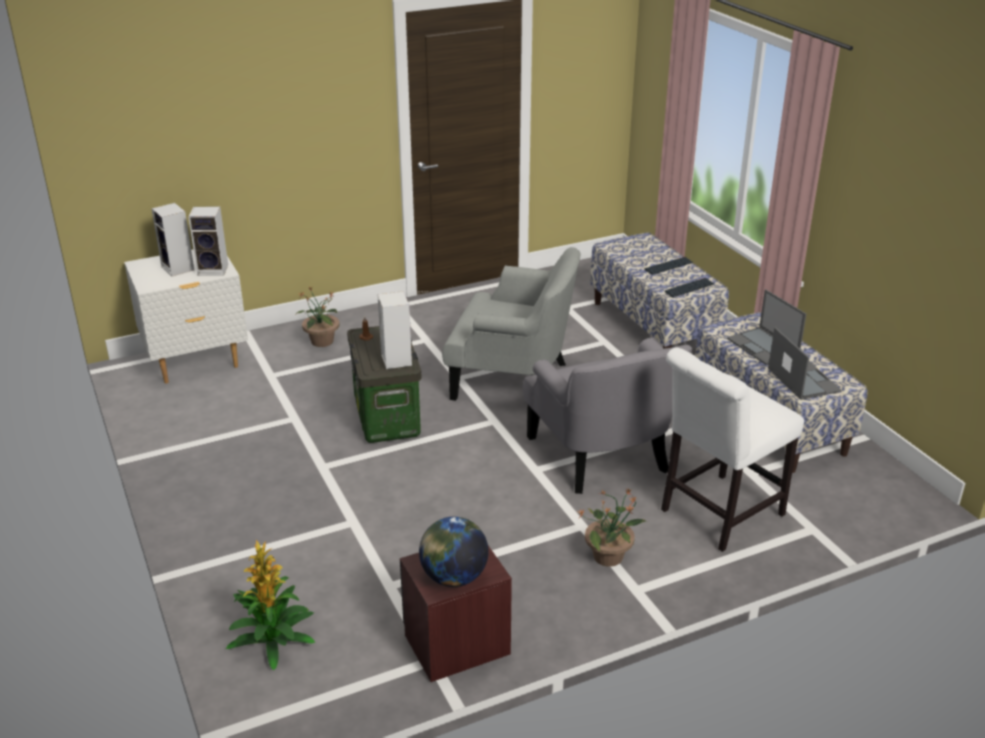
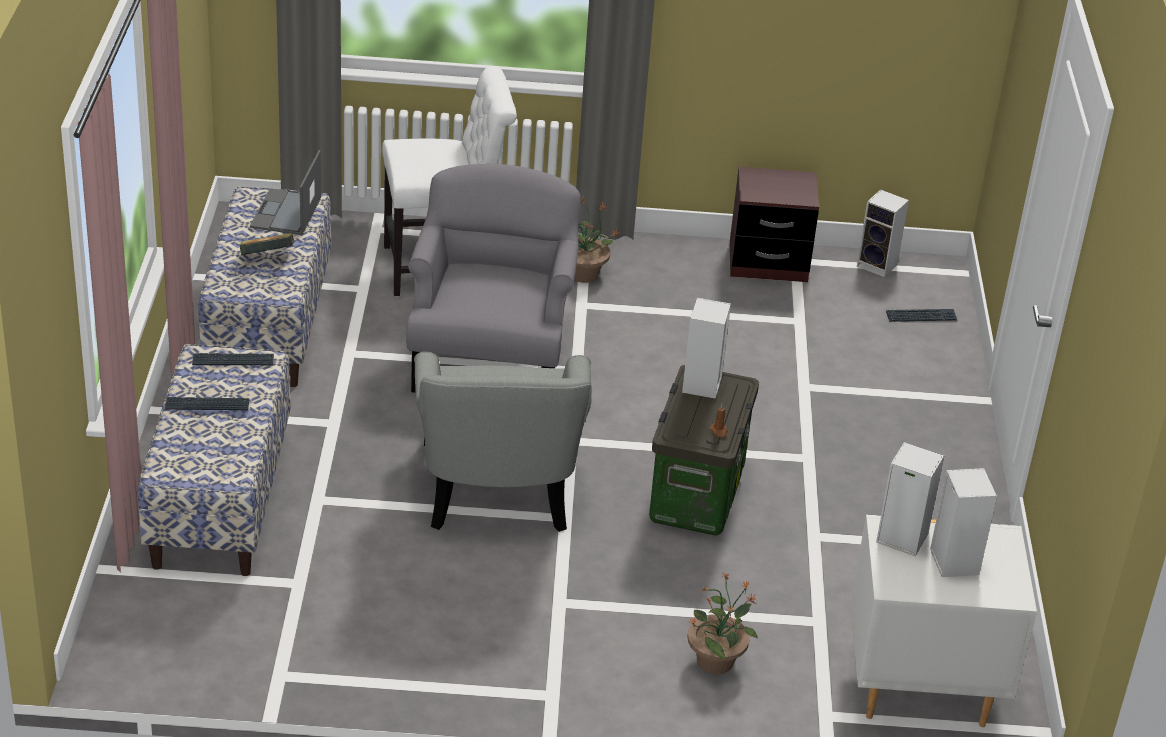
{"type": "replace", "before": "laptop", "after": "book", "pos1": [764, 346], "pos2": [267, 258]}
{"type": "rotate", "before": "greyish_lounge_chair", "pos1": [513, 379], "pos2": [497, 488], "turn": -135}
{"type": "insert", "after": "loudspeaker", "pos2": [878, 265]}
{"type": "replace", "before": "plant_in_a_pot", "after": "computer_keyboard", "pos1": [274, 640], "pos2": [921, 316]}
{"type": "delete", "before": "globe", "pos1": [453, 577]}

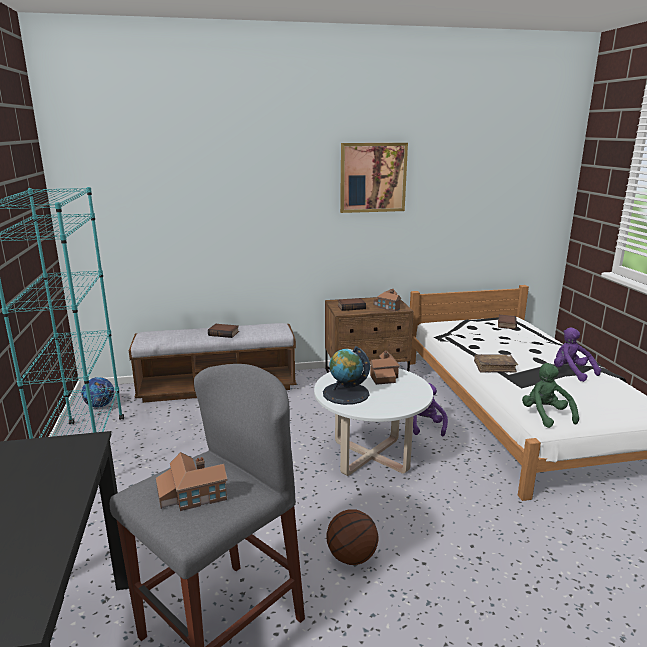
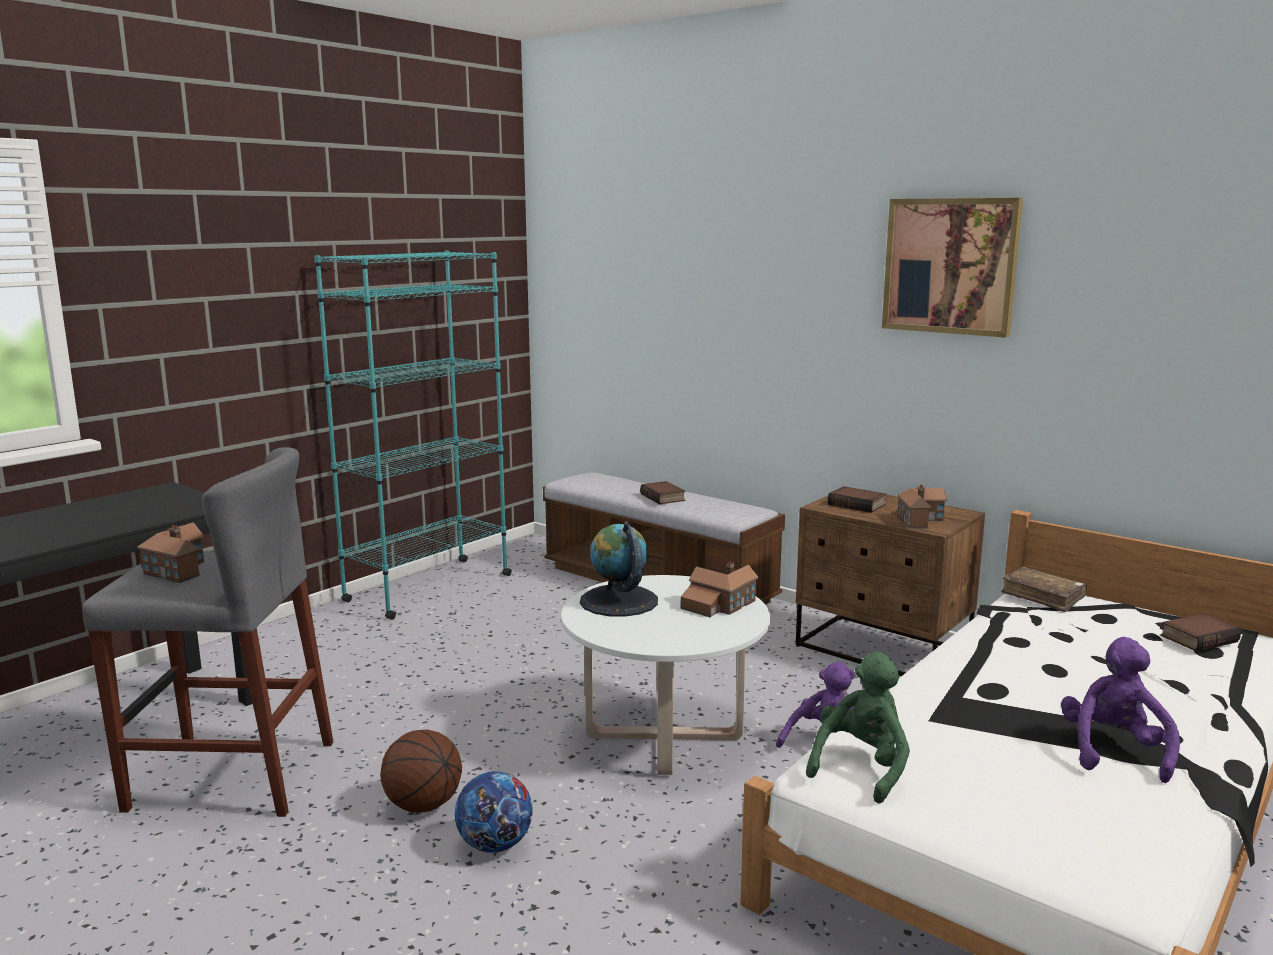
{"type": "move", "before": "ball_for_football", "pos1": [100, 405], "pos2": [495, 845]}
{"type": "move", "before": "brown-coloured_book", "pos1": [494, 367], "pos2": [1043, 597]}

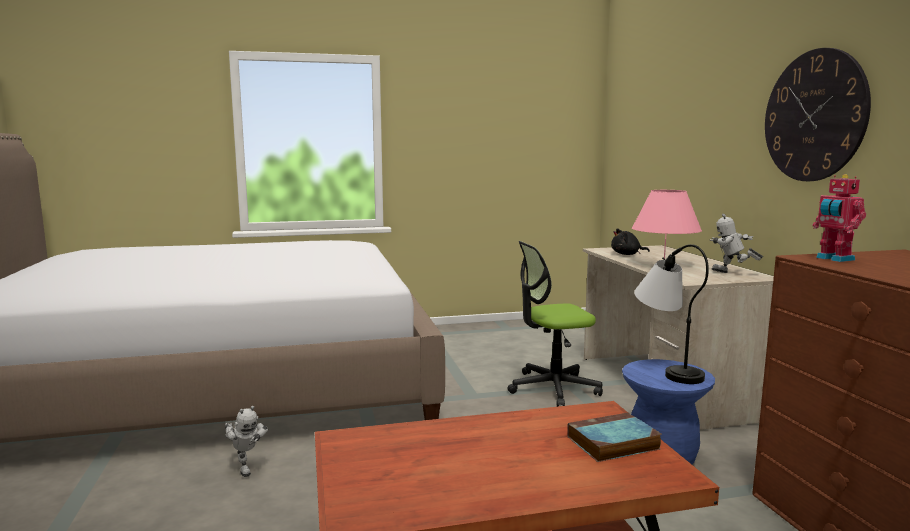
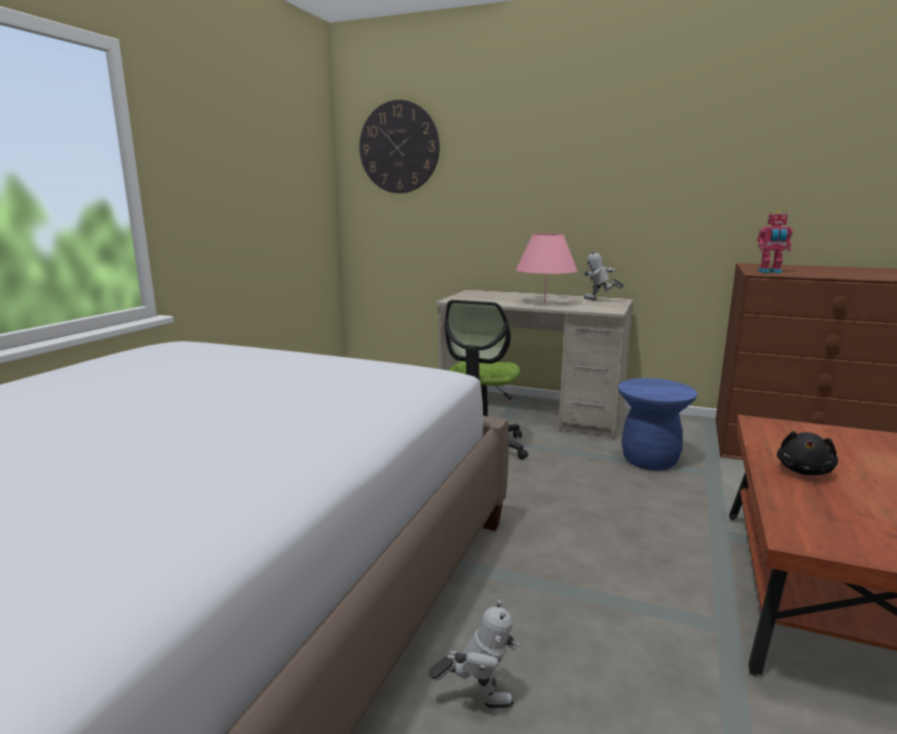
{"type": "move", "before": "clock_on_the_wall", "pos1": [814, 116], "pos2": [399, 147]}
{"type": "rotate", "before": "model_robot", "pos1": [731, 273], "pos2": [599, 301], "turn": 45}
{"type": "move", "before": "black_soft_toy", "pos1": [627, 254], "pos2": [804, 471]}
{"type": "delete", "before": "book", "pos1": [612, 443]}
{"type": "delete", "before": "lamp_for_a_table", "pos1": [666, 368]}

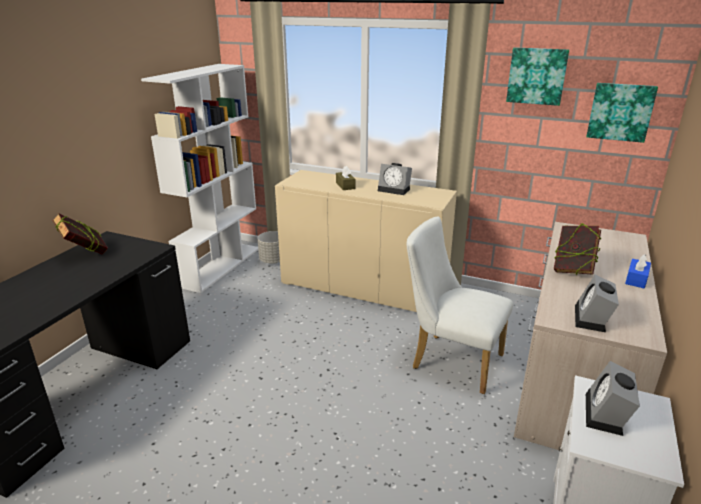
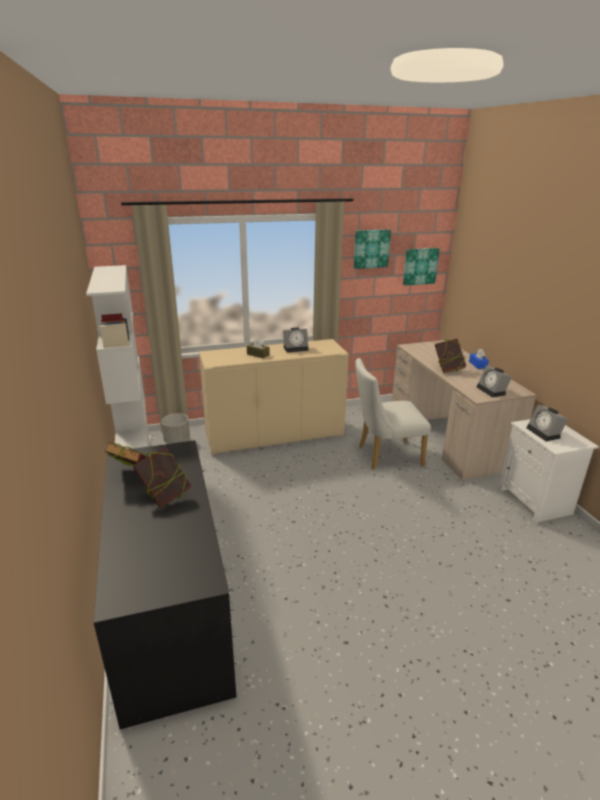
{"type": "insert", "after": "book", "pos2": [165, 496]}

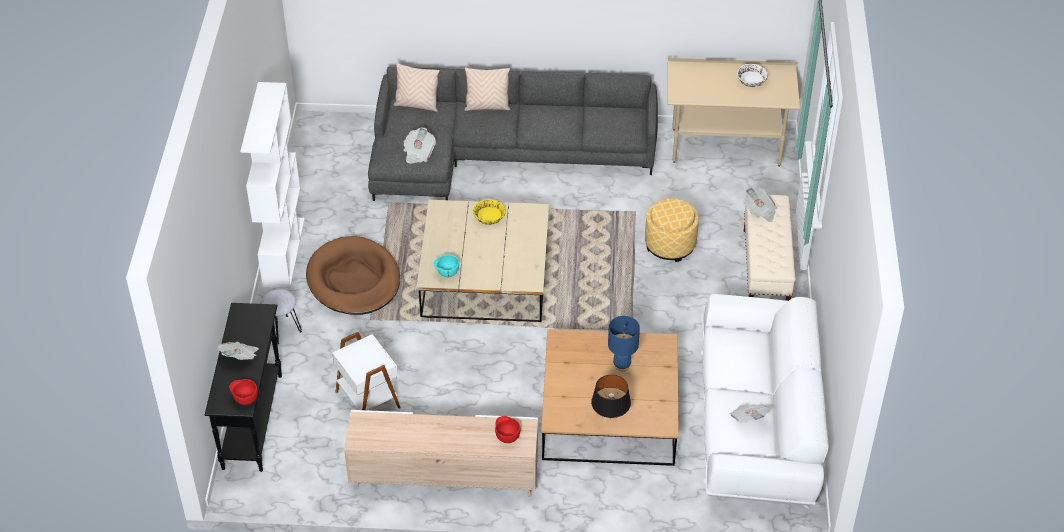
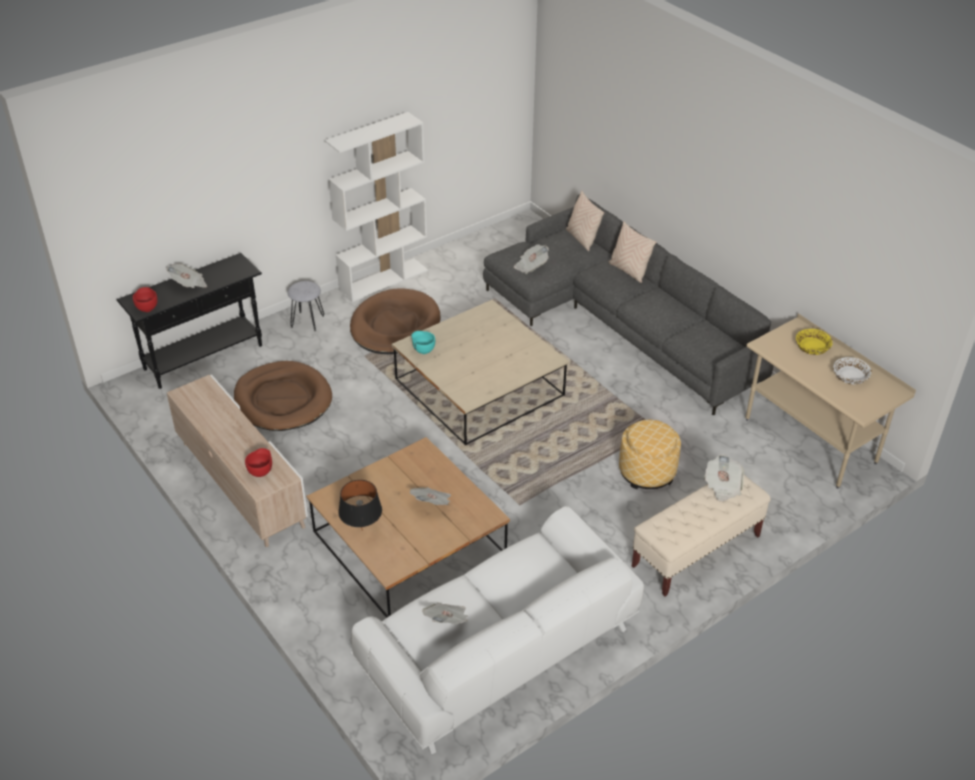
{"type": "replace", "before": "white_accent_table", "after": "brown-coloured_dog_bed", "pos1": [369, 399], "pos2": [283, 400]}
{"type": "replace", "before": "blue_lamp_for_a_table", "after": "printed_paper", "pos1": [621, 365], "pos2": [432, 503]}
{"type": "move", "before": "yellowish_bowl", "pos1": [489, 217], "pos2": [812, 347]}

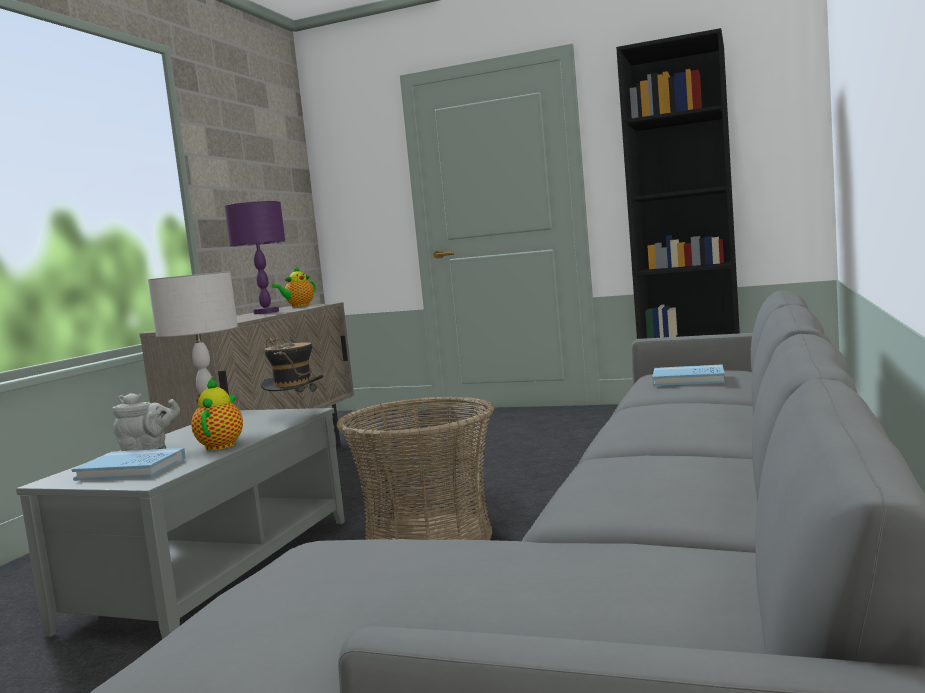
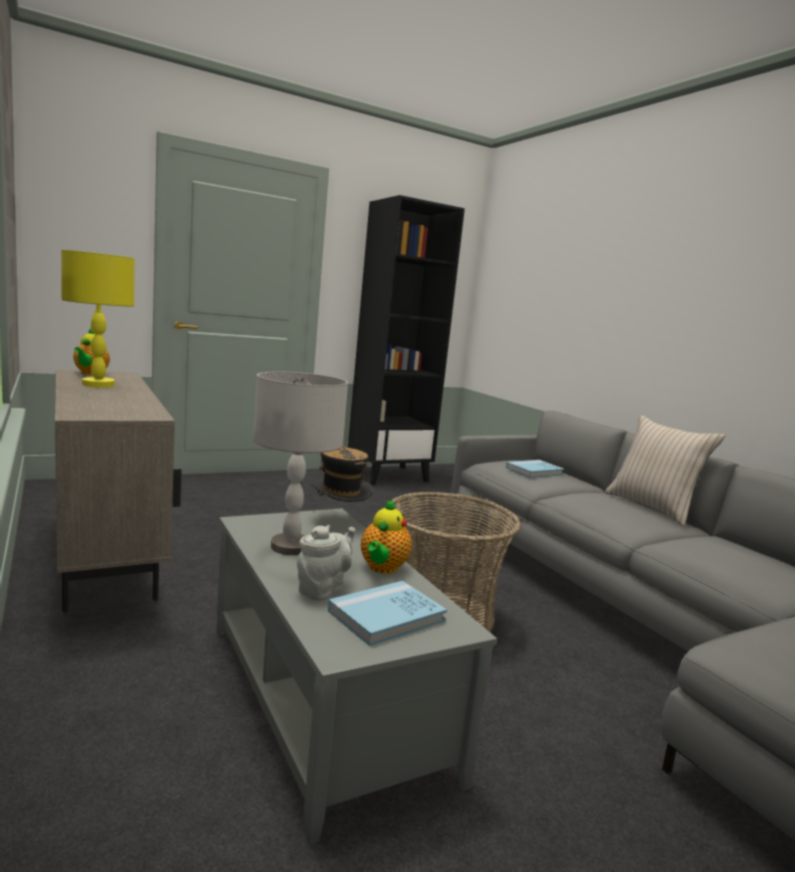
{"type": "recolor", "before": "purplish_lamp_for_a_table", "after": "yellowish_lamp_for_a_table", "pos1": [266, 312], "pos2": [98, 385]}
{"type": "rotate", "before": "pot_for_tea", "pos1": [222, 445], "pos2": [382, 568], "turn": -120}
{"type": "insert", "after": "beige-coloured_throw_pillow", "pos2": [652, 508]}

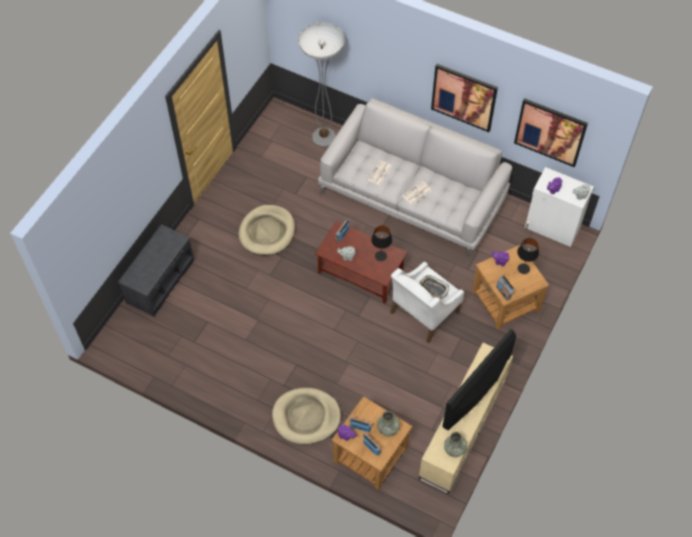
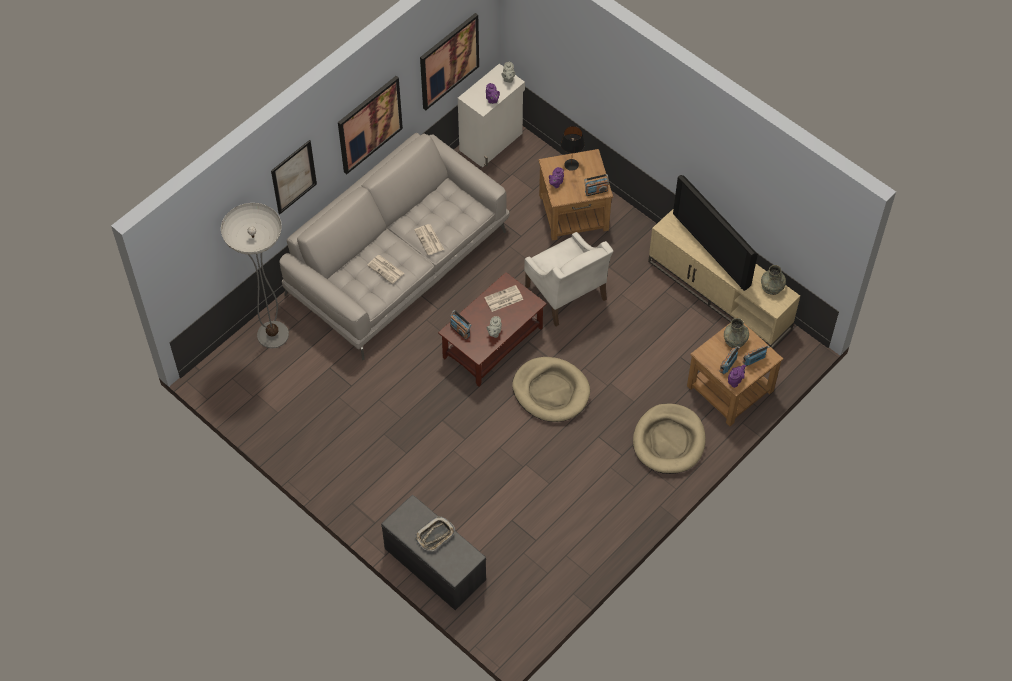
{"type": "insert", "after": "wall_art", "pos2": [293, 177]}
{"type": "move", "before": "tray", "pos1": [433, 288], "pos2": [435, 535]}
{"type": "replace", "before": "black_lamp_for_a_table", "after": "printed_paper", "pos1": [380, 256], "pos2": [503, 299]}
{"type": "move", "before": "beige-coloured_dog_bed", "pos1": [267, 232], "pos2": [551, 391]}

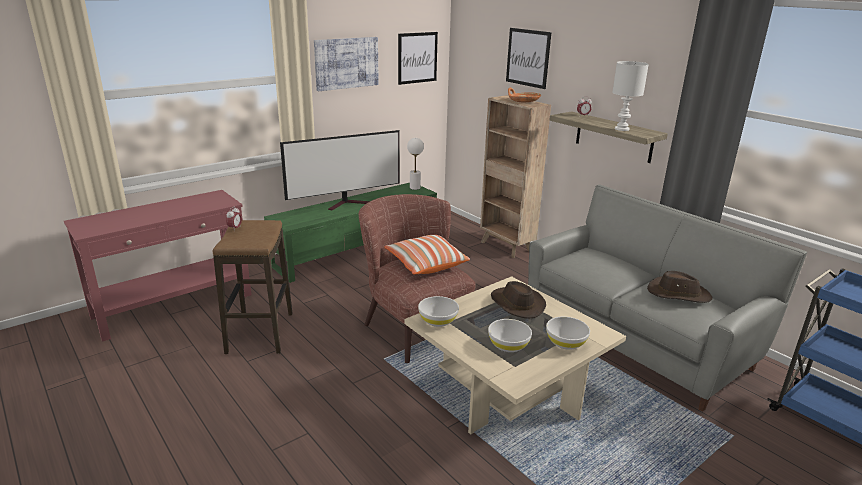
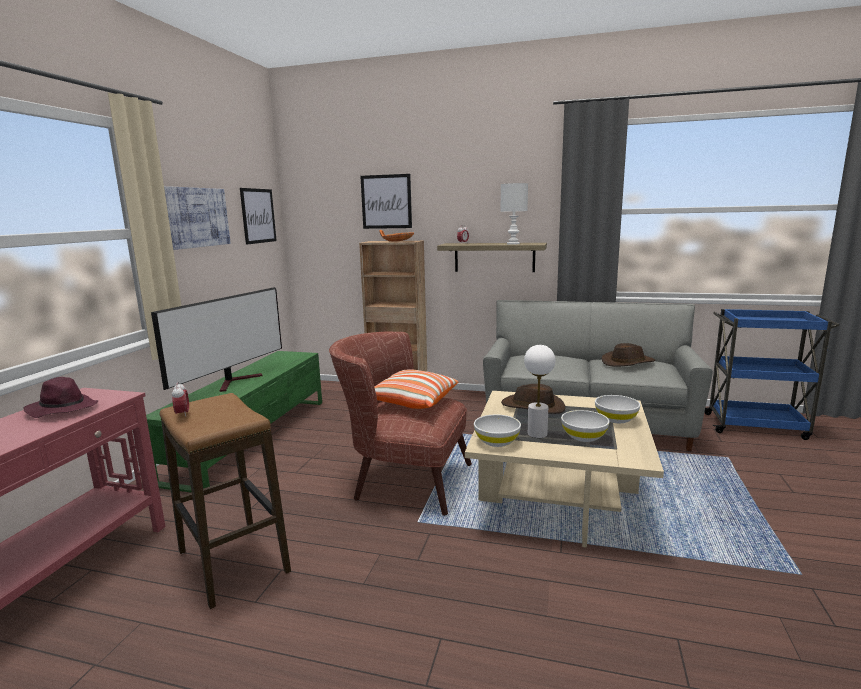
{"type": "insert", "after": "purplish_hat", "pos2": [62, 409]}
{"type": "move", "before": "white_lamp_for_a_table", "pos1": [414, 188], "pos2": [537, 434]}

